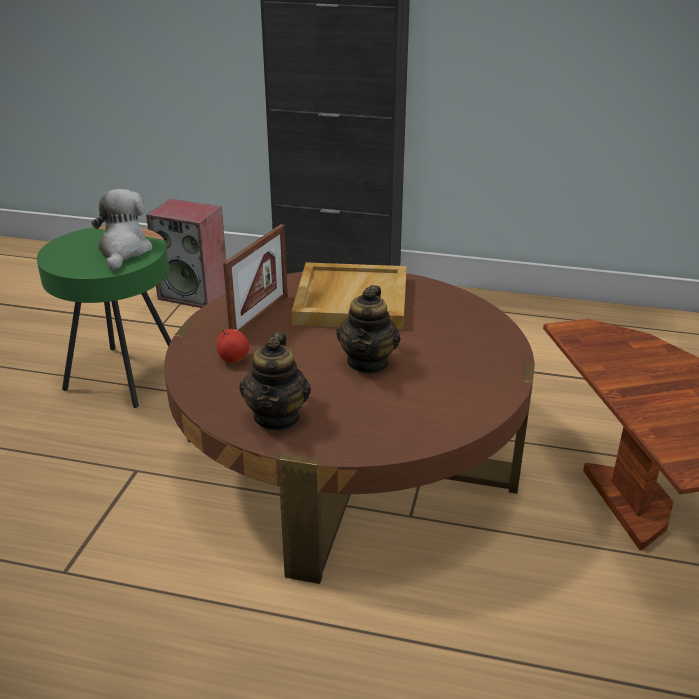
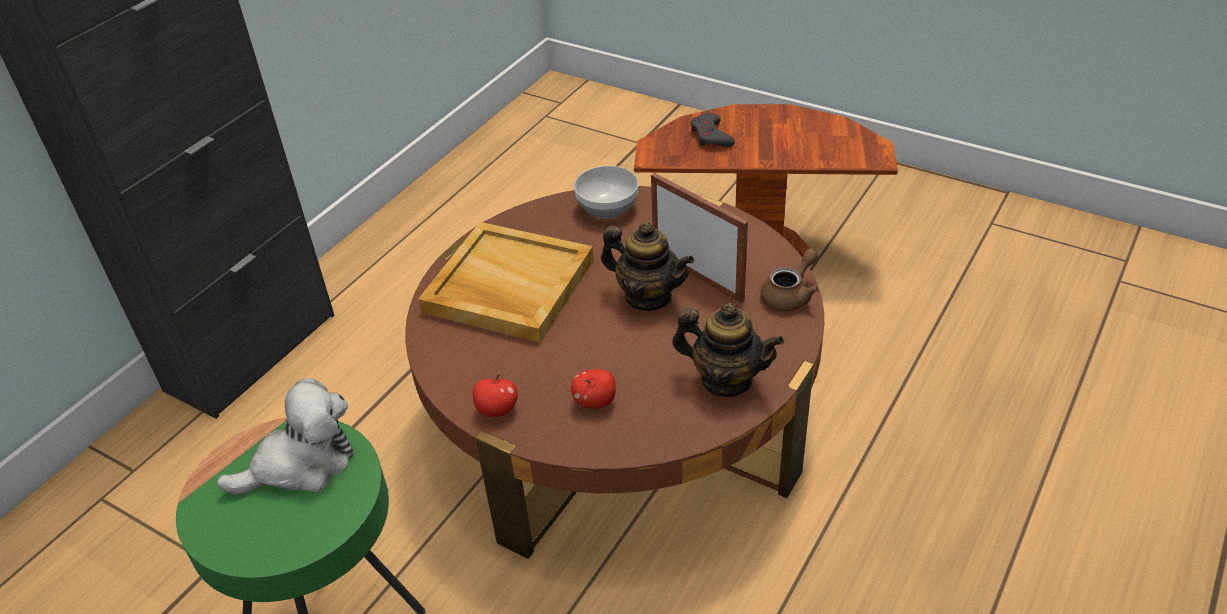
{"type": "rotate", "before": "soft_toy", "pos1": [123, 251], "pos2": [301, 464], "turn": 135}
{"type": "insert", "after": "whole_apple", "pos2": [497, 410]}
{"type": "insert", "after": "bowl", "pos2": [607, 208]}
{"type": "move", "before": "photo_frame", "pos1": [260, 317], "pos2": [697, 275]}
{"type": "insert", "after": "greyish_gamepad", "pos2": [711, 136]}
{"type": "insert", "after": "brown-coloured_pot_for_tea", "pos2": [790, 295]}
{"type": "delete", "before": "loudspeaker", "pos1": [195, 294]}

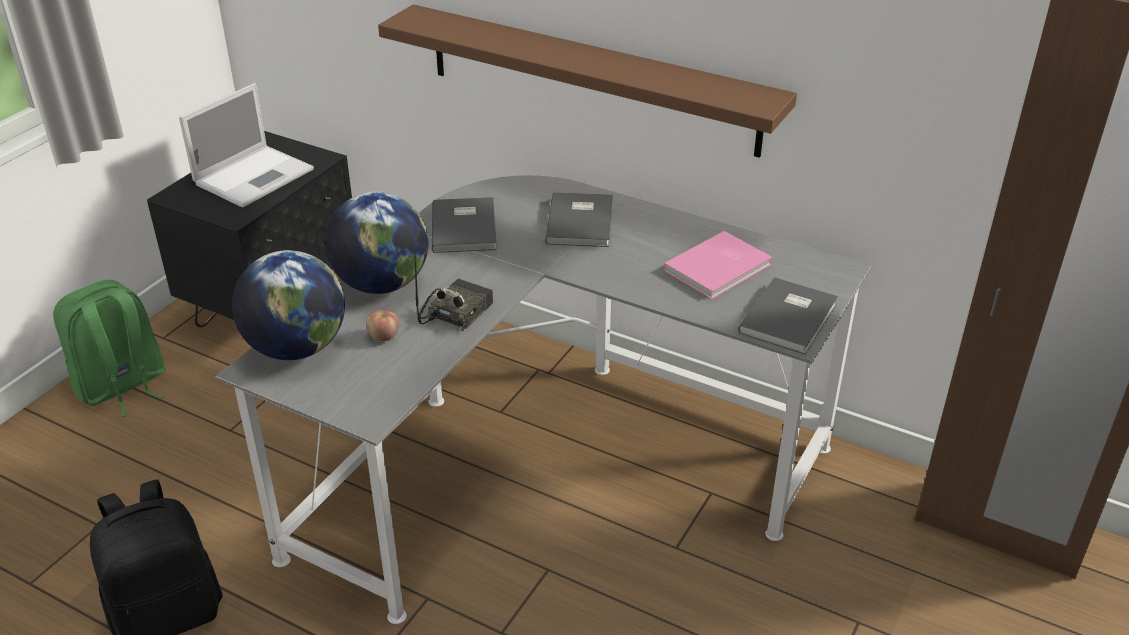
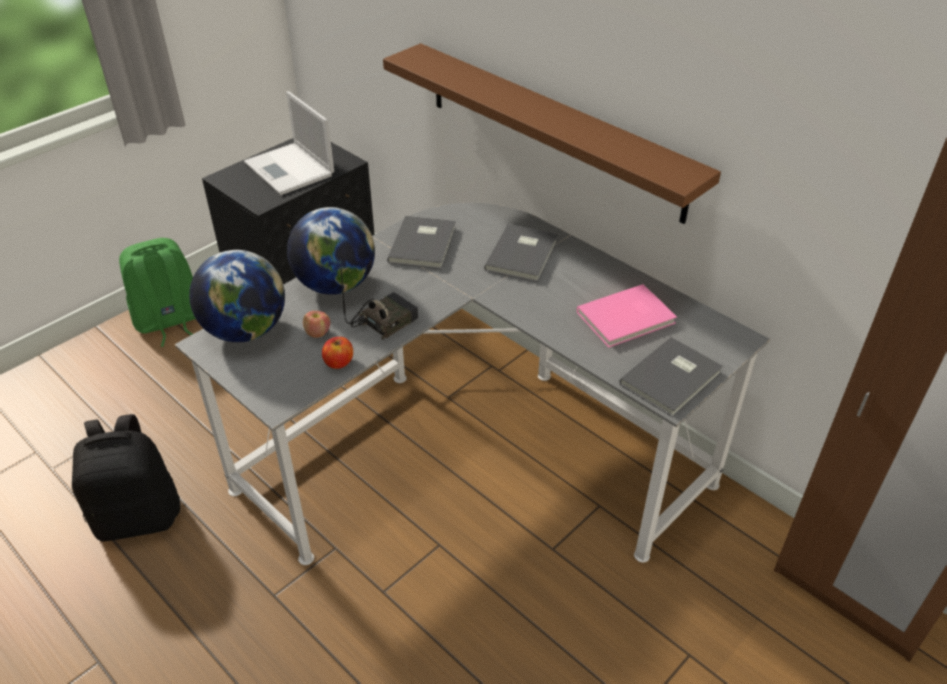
{"type": "rotate", "before": "laptop", "pos1": [255, 176], "pos2": [290, 170], "turn": 90}
{"type": "insert", "after": "whole_apple", "pos2": [338, 362]}

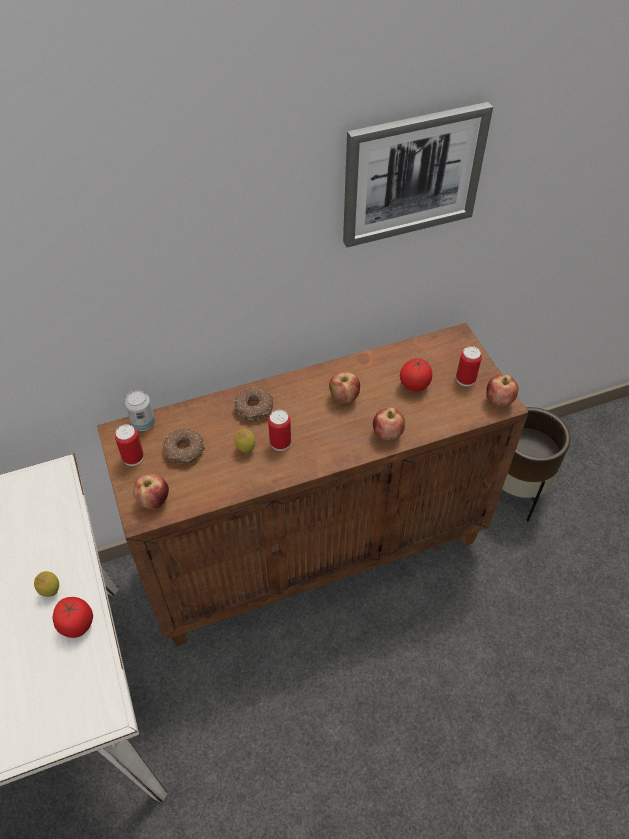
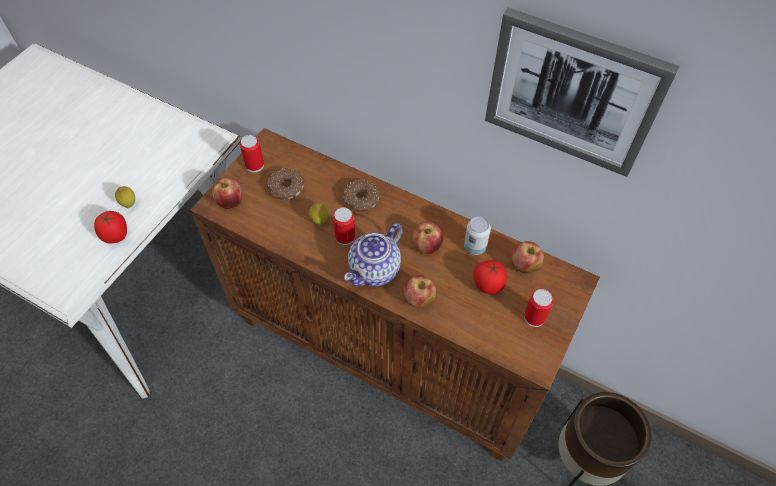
{"type": "insert", "after": "pot_for_tea", "pos2": [375, 269]}
{"type": "move", "before": "metal_can", "pos1": [143, 423], "pos2": [475, 247]}
{"type": "move", "before": "whole_apple", "pos1": [498, 401], "pos2": [524, 266]}

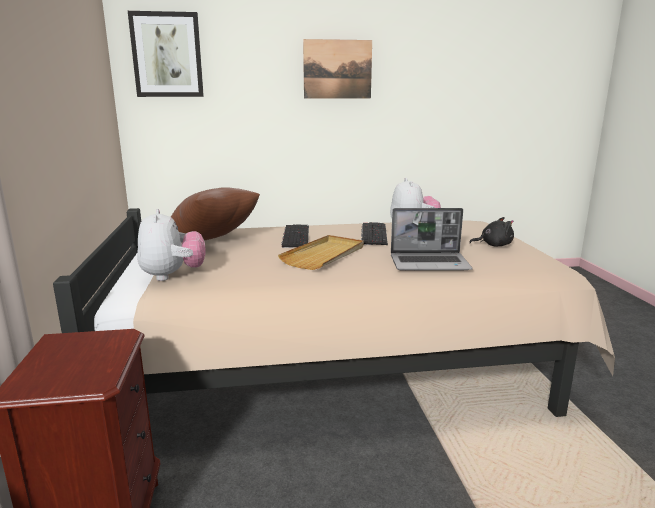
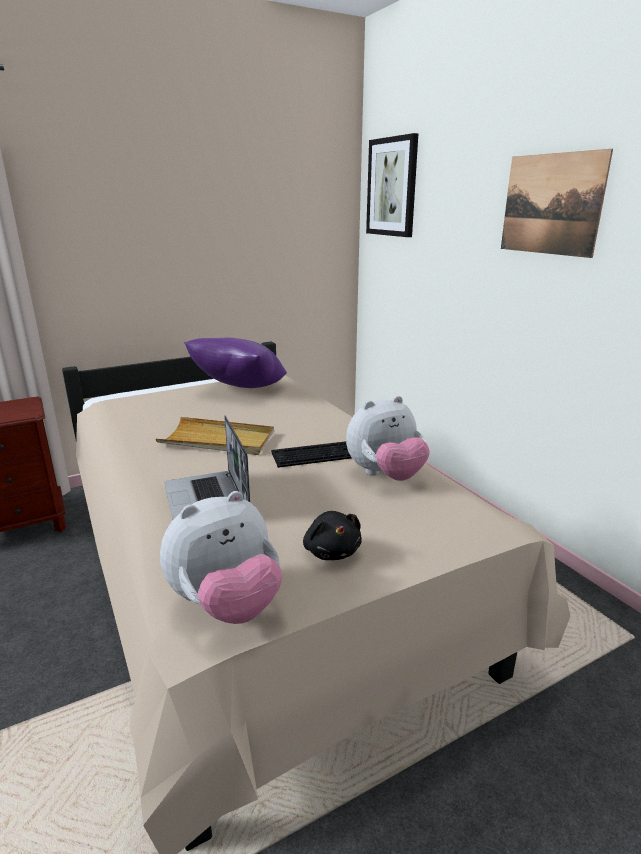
{"type": "move", "before": "soft_toy", "pos1": [173, 275], "pos2": [227, 605]}
{"type": "recolor", "before": "brown-coloured_throw_pillow", "after": "purplish_throw_pillow", "pos1": [212, 242], "pos2": [240, 391]}
{"type": "delete", "before": "computer_keyboard", "pos1": [295, 236]}

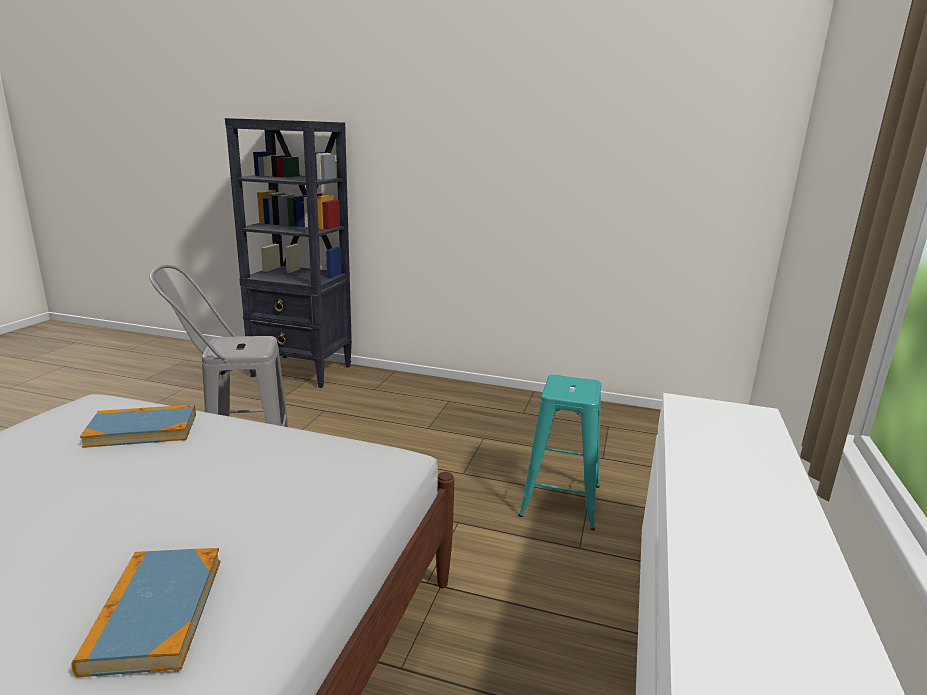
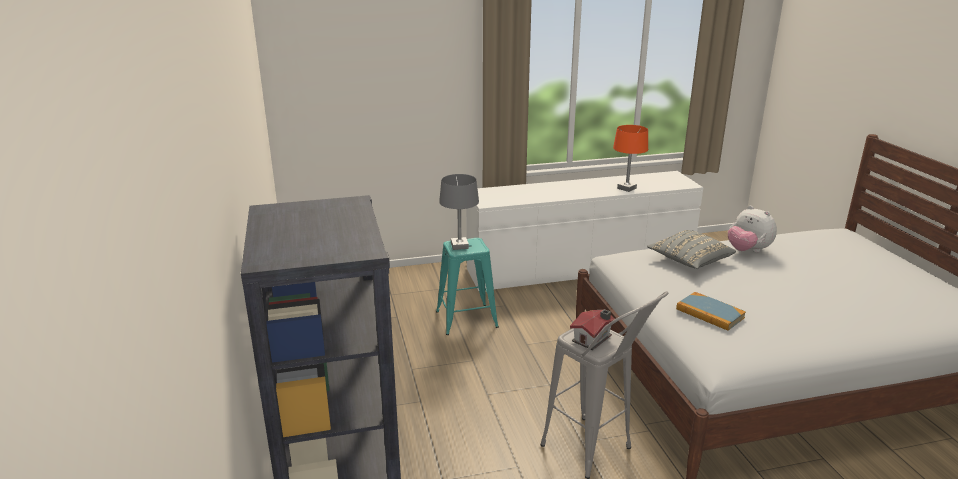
{"type": "insert", "after": "greyish_lamp_for_a_table", "pos2": [459, 246]}
{"type": "insert", "after": "miniature_house", "pos2": [593, 338]}
{"type": "insert", "after": "orange_lamp_for_a_table", "pos2": [626, 188]}
{"type": "insert", "after": "greyish_throw_pillow", "pos2": [689, 261]}
{"type": "replace", "before": "book", "after": "soft_toy", "pos1": [155, 613], "pos2": [747, 250]}

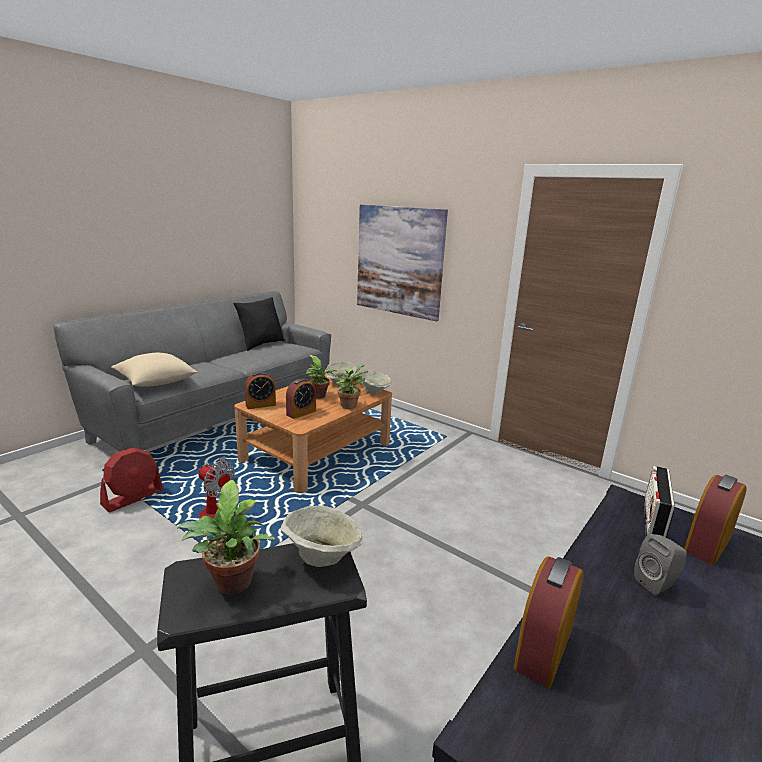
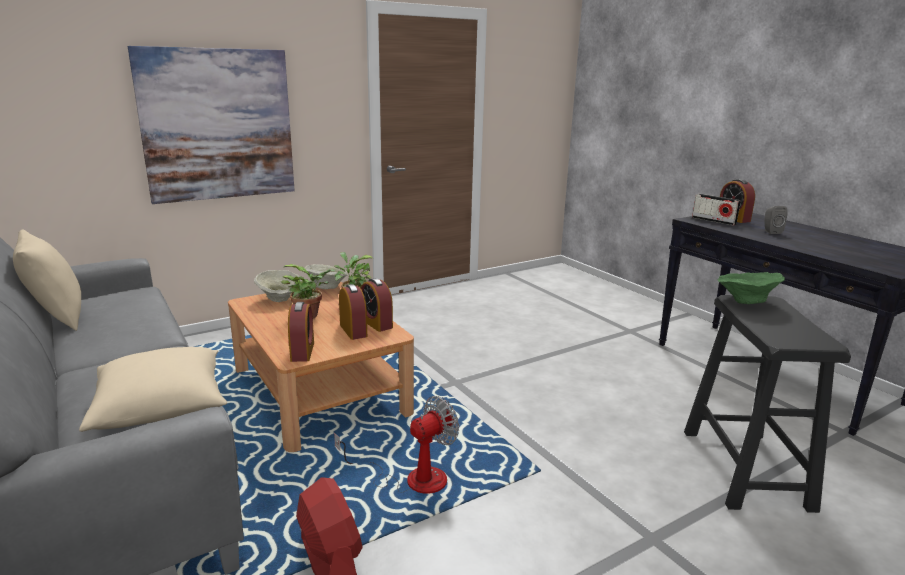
{"type": "recolor", "before": "black_throw_pillow", "after": "beige-coloured_throw_pillow", "pos1": [261, 344], "pos2": [57, 318]}
{"type": "move", "before": "bedside_clock", "pos1": [543, 648], "pos2": [376, 323]}
{"type": "recolor", "before": "beige-coloured_bowl", "after": "greenish_bowl", "pos1": [323, 556], "pos2": [746, 302]}
{"type": "delete", "before": "plant_in_a_pot", "pos1": [232, 585]}

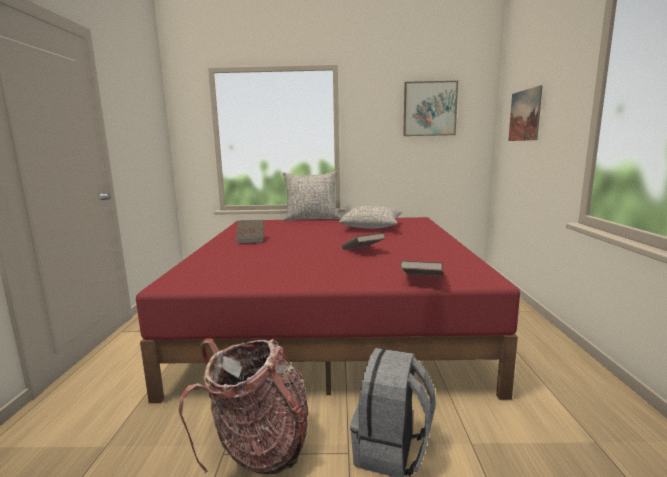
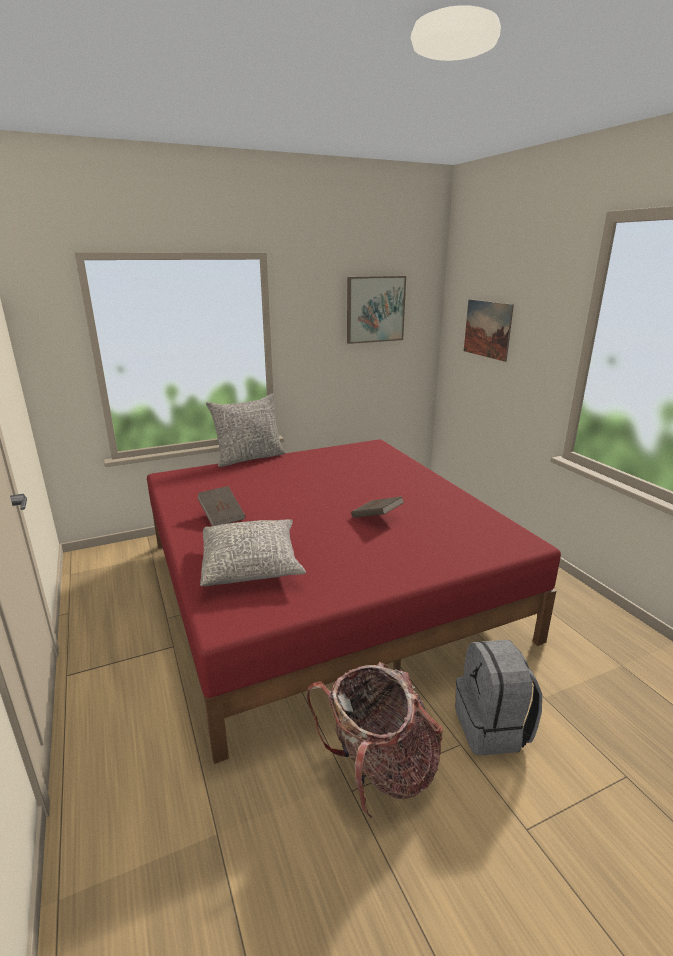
{"type": "move", "before": "greyish_throw_pillow", "pos1": [371, 227], "pos2": [251, 564]}
{"type": "delete", "before": "brown-coloured_book", "pos1": [422, 281]}

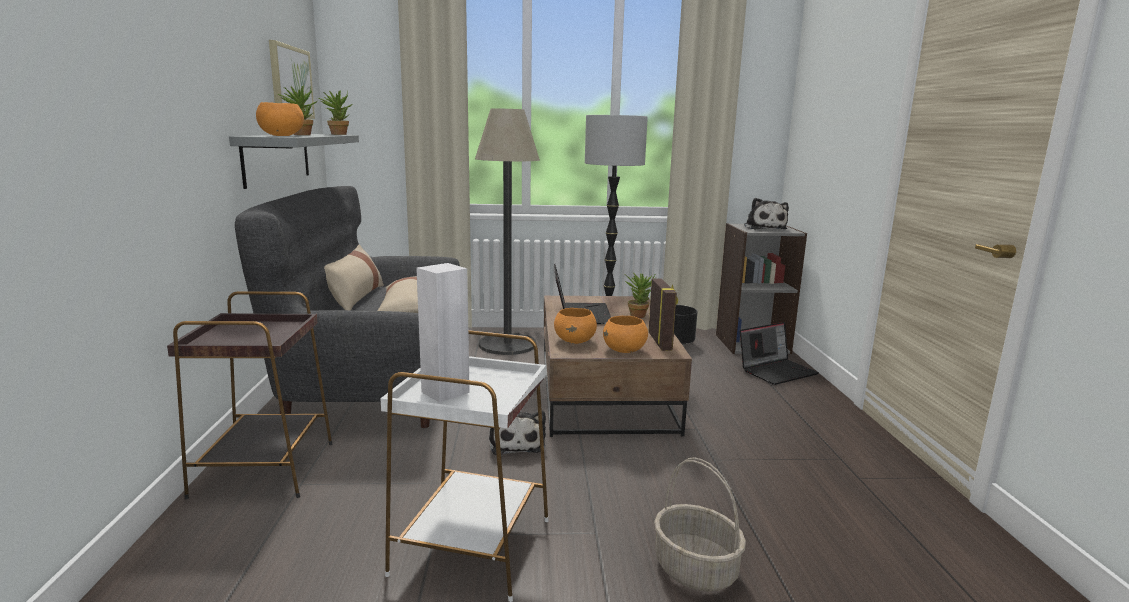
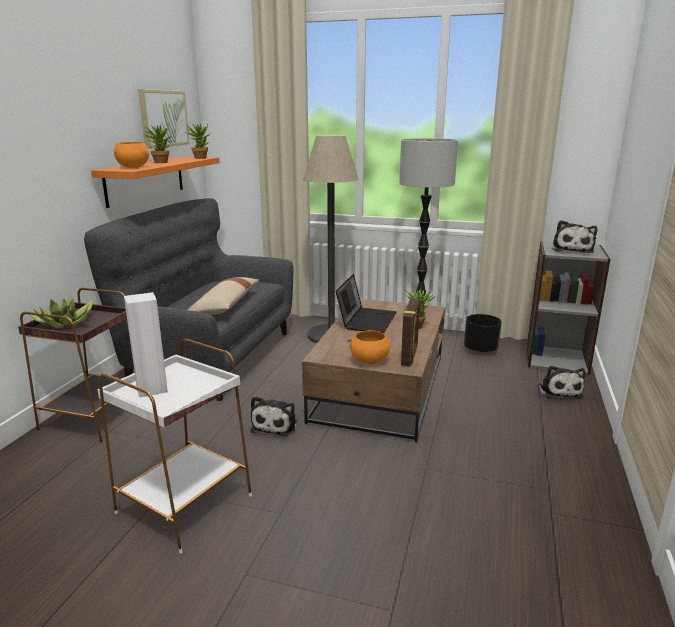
{"type": "insert", "after": "plant_in_a_pot", "pos2": [66, 323]}
{"type": "recolor", "before": "greyish_bracket_shelf", "after": "orange_bracket_shelf", "pos1": [277, 158], "pos2": [145, 180]}
{"type": "replace", "before": "laptop", "after": "soft_toy", "pos1": [777, 371], "pos2": [558, 390]}
{"type": "delete", "before": "beige-coloured_throw_pillow", "pos1": [355, 298]}
{"type": "delete", "before": "orange_bowl", "pos1": [575, 341]}
{"type": "delete", "before": "basket", "pos1": [696, 569]}

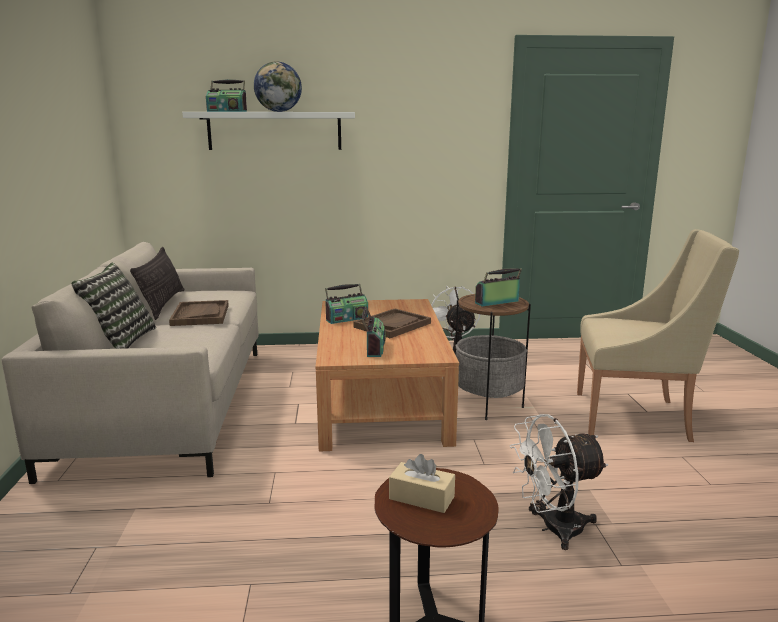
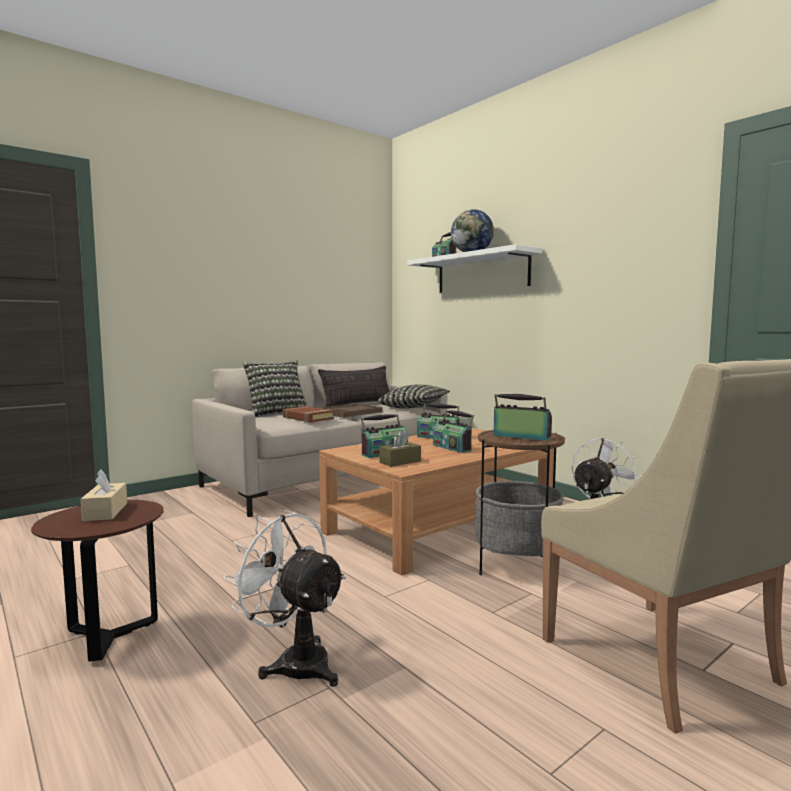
{"type": "insert", "after": "brown-coloured_book", "pos2": [307, 418]}
{"type": "insert", "after": "throw_pillow", "pos2": [414, 408]}
{"type": "insert", "after": "brown-coloured_box_of_tissues", "pos2": [400, 462]}
{"type": "replace", "before": "brown-coloured_tray", "after": "radio_set", "pos1": [392, 325], "pos2": [452, 448]}

